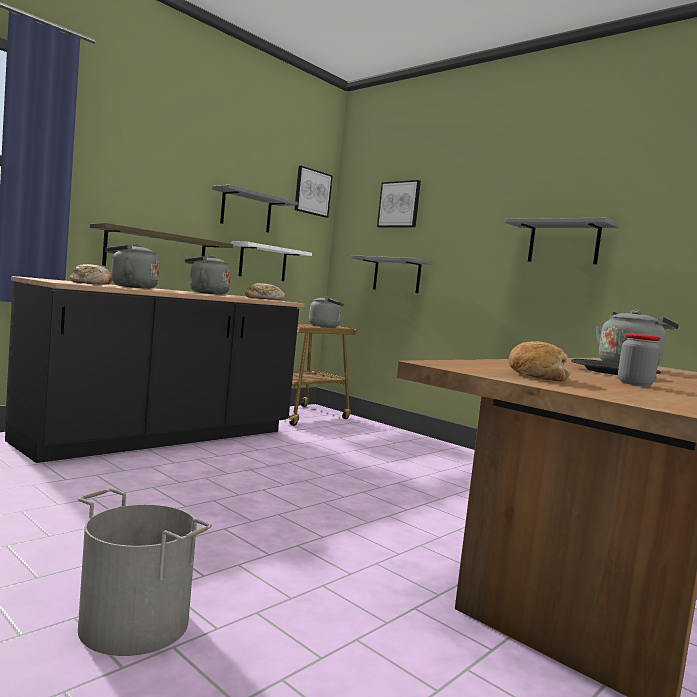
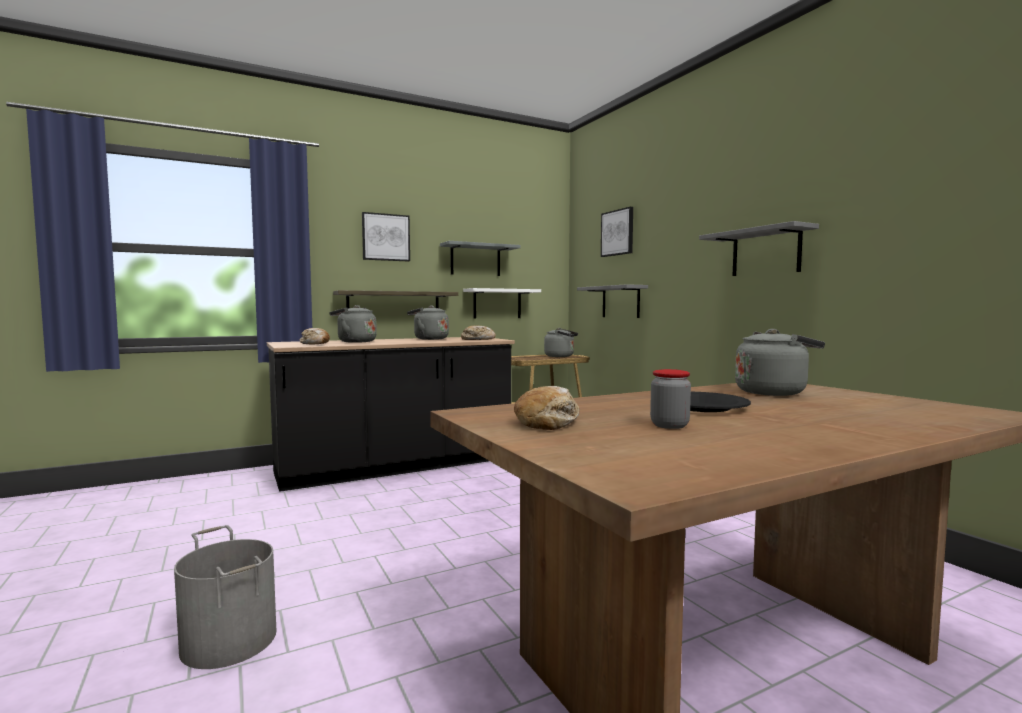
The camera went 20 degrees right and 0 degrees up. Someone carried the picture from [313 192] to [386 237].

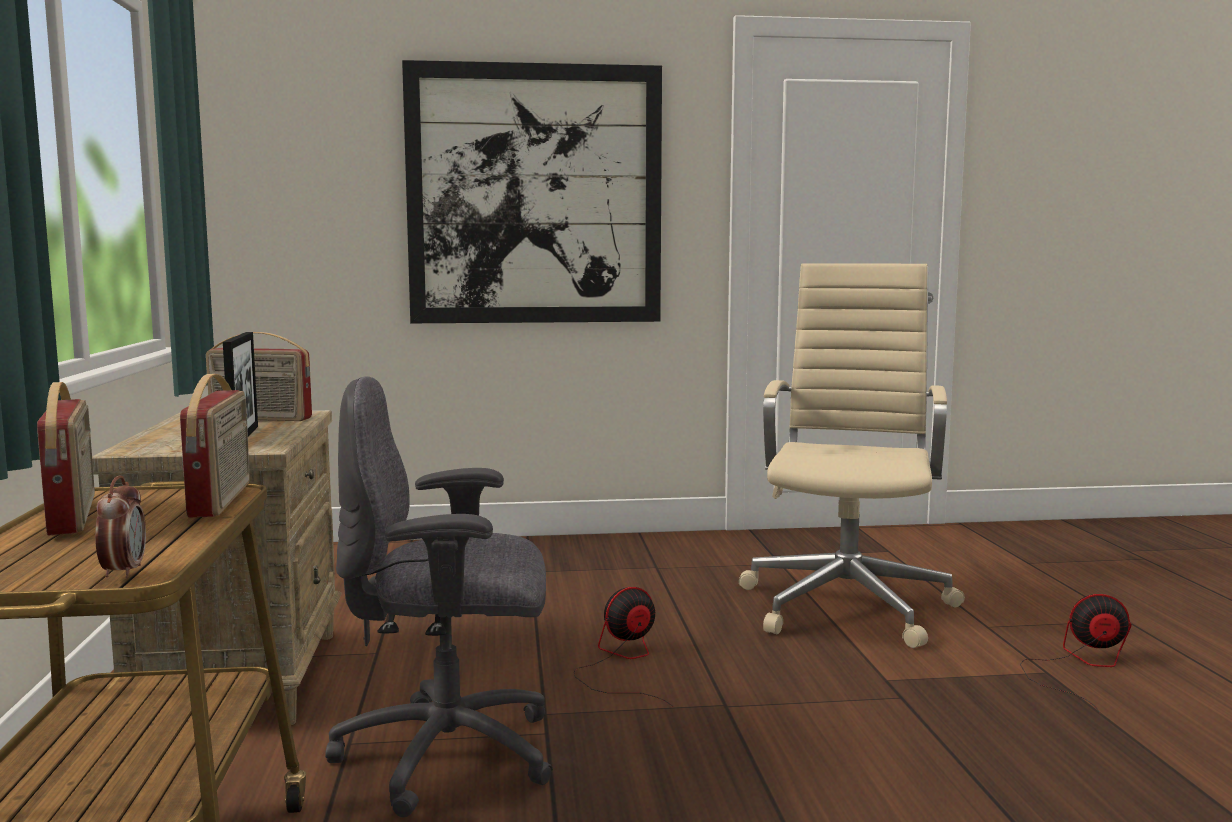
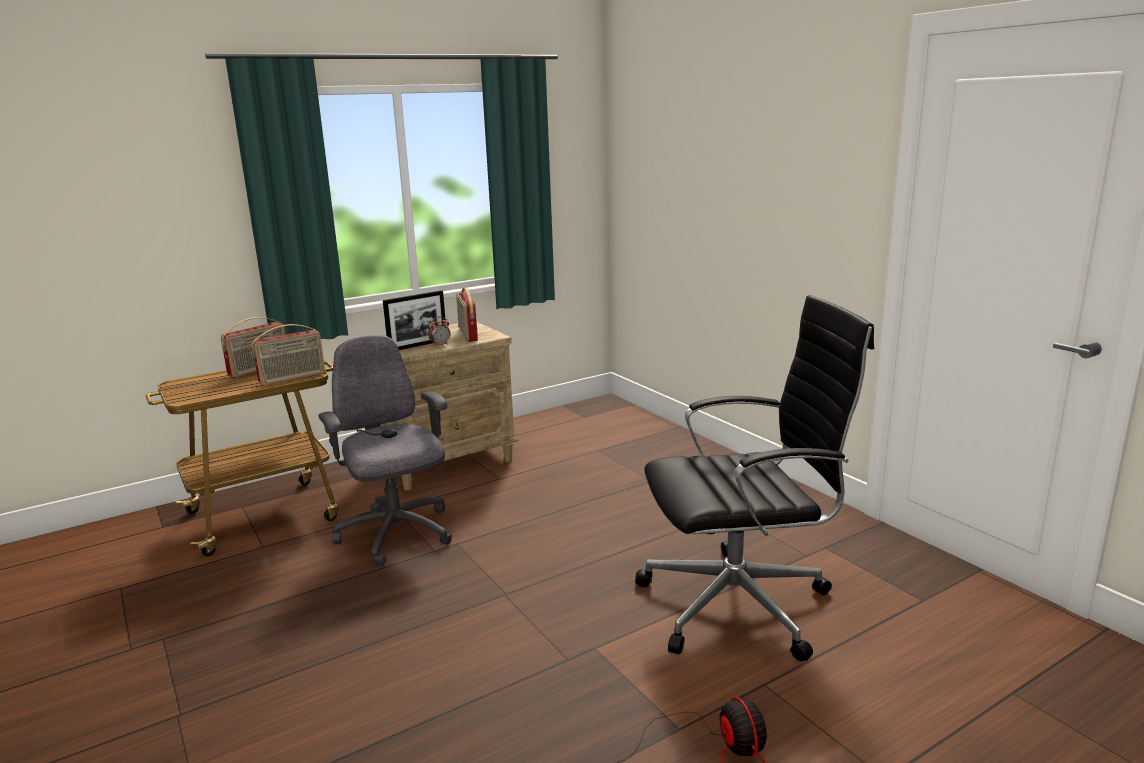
The camera went 65 degrees right and 10 degrees up. Someone took away the picture at [532 191]. Someone repainted the beige office chair at [852 455], which became the black-coloured office chair at [754 478]. Someone carried the table clock from [120 527] to [439 332]. Someone took away the electric fan at [624 647].

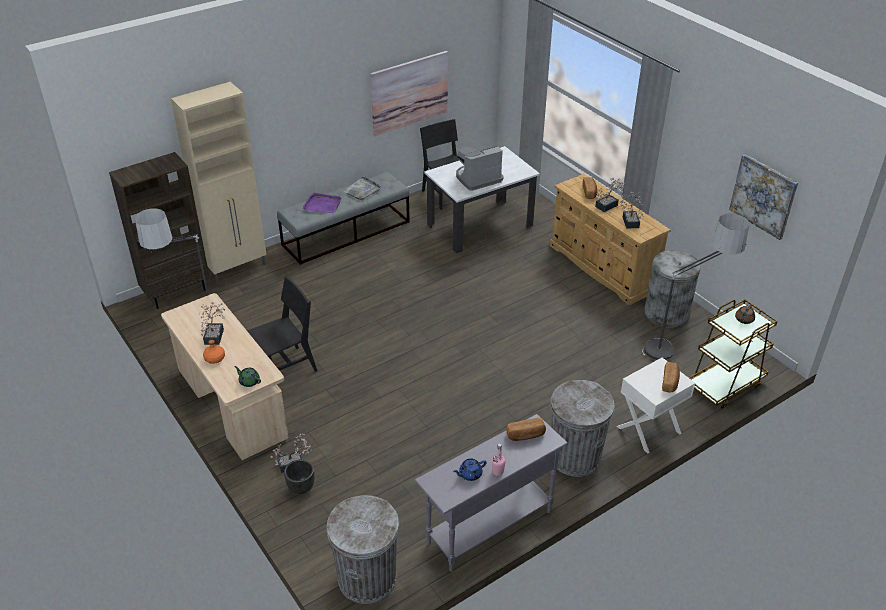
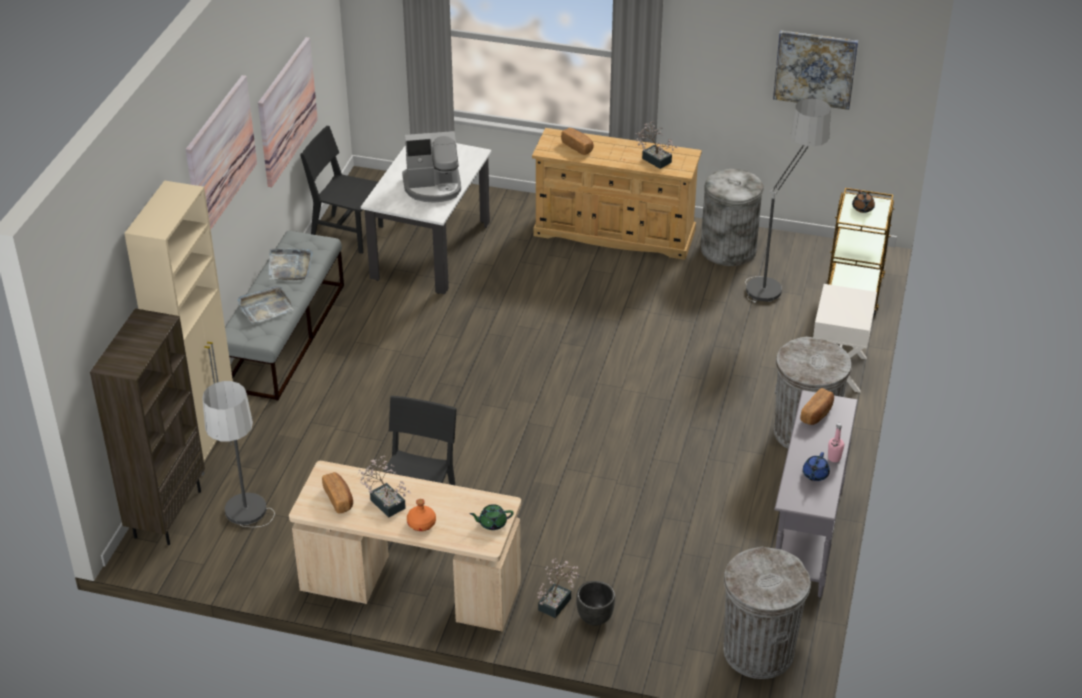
The camera went 40 degrees left and 0 degrees up. Someone rotated the coffee brewer at [480 168] by 120 degrees counterclockwise. Someone took away the houseplant at [610 195]. Someone repainted the purple-coloured serving tray at [322 203], which became the gray serving tray at [265 304]. Someone carried the bakery bread from [671 377] to [337 493]. Someone put up the picture at [221 152].

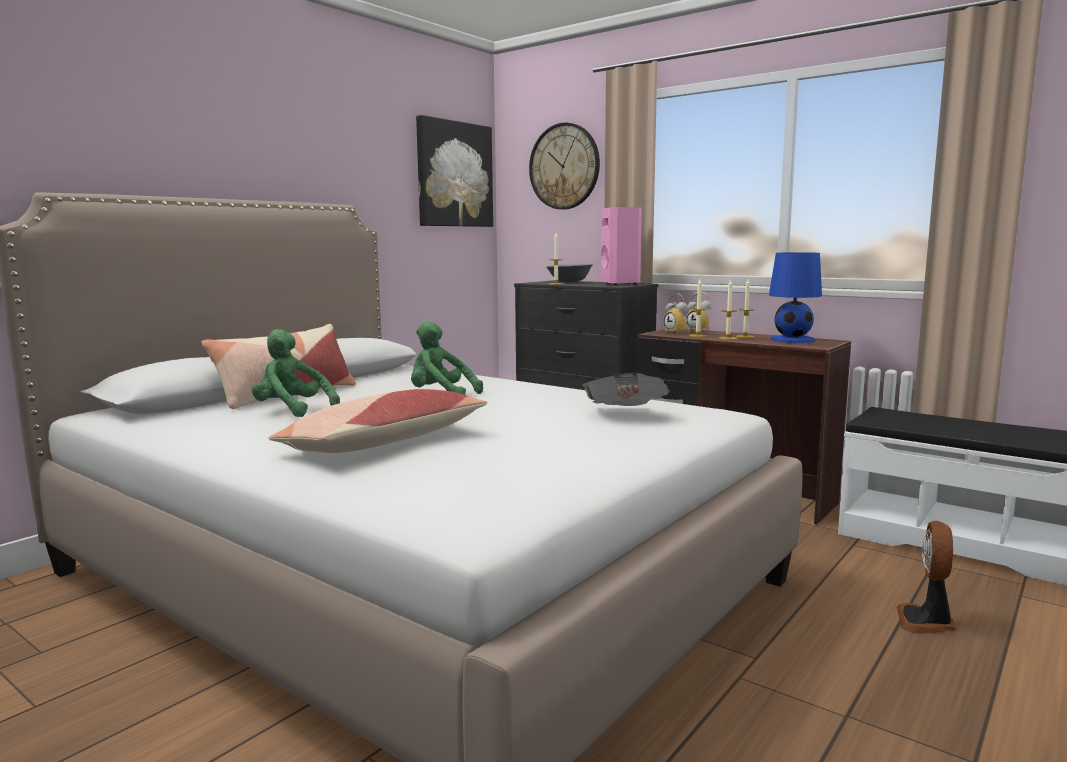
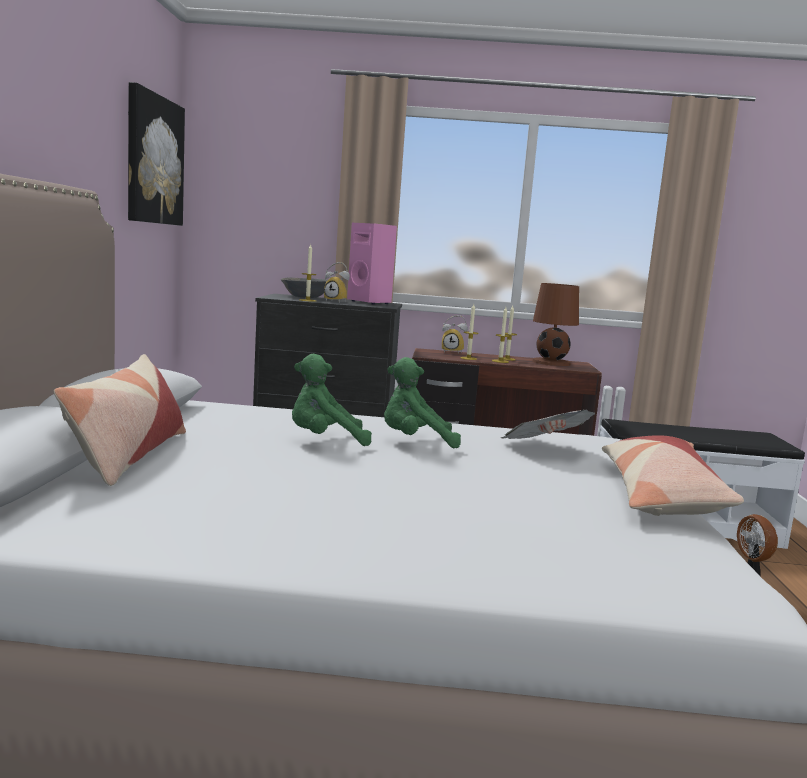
The camera went 35 degrees left and 0 degrees up. Someone took away the hanging clock at [564 166]. Someone repainted the blue tabletop lamp at [795 297], which became the brown tabletop lamp at [555 324]. Someone carried the table clock from [675 314] to [337 282]. Someone carried the green plush toy from [296 373] to [422 402]. Someone carried the pillow from [377 421] to [673 475].

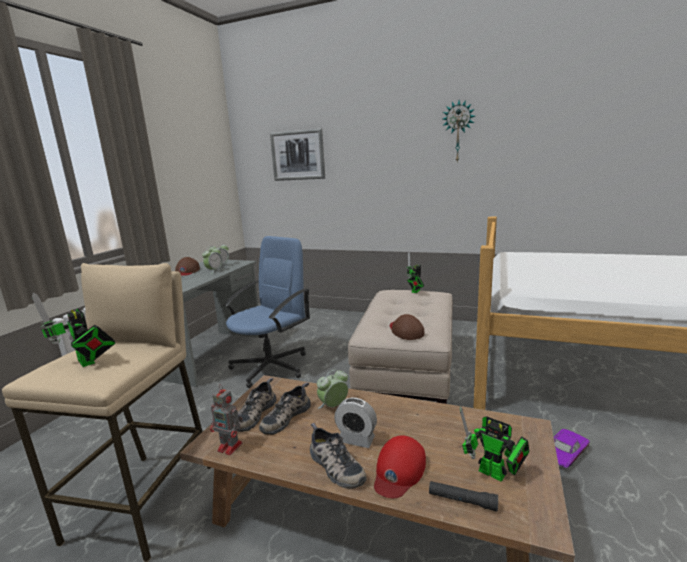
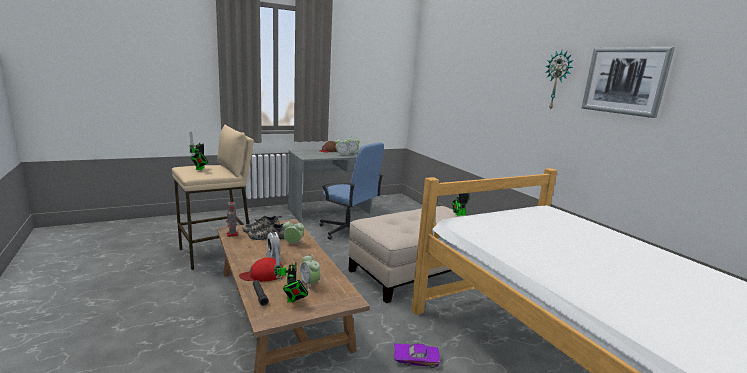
The camera went 40 degrees right and 0 degrees up. Someone carried the picture from [297 155] to [628 82]. Someone rotated the blue office chair at [266 312] by 45 degrees clockwise. Someone took away the brown cap at [407 327]. Someone took away the item of footwear at [338 456]. Someone put down the table clock at [310 272].

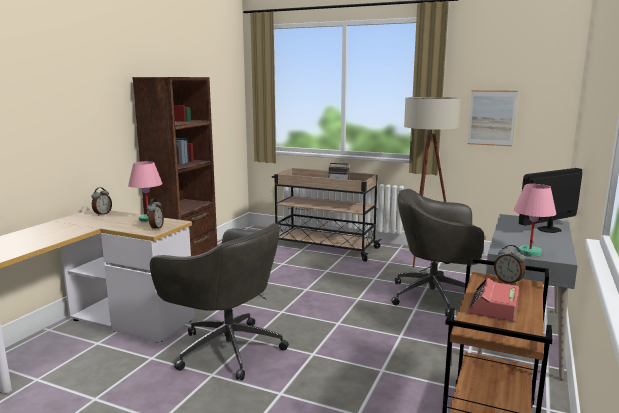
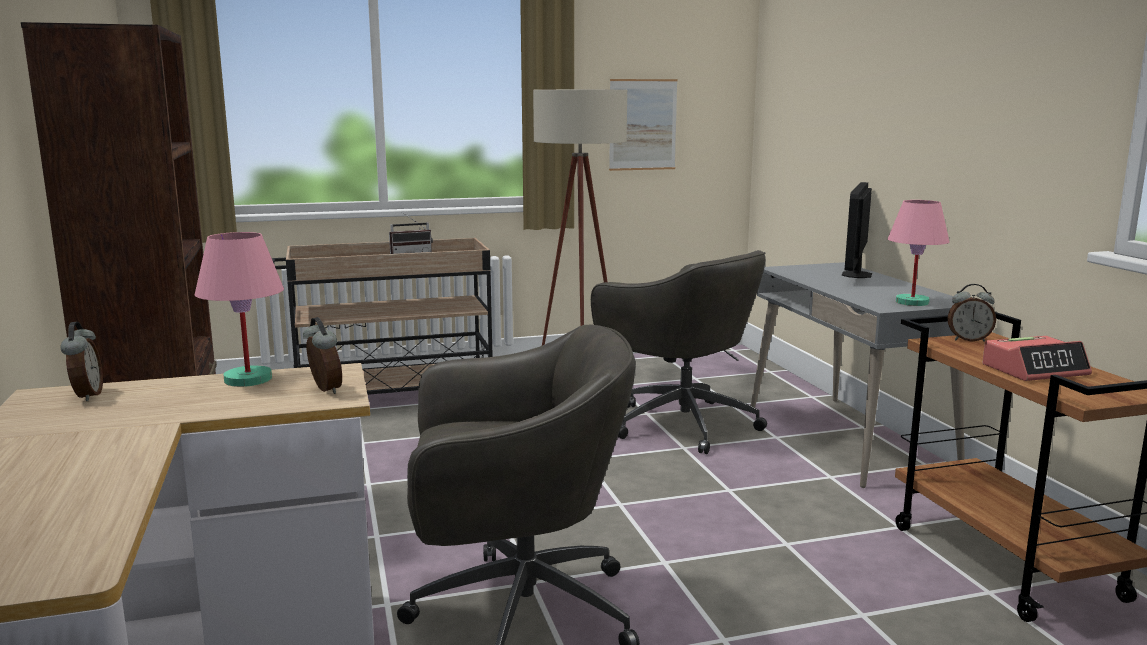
The camera went 40 degrees left and 0 degrees up. Someone rotated the gray office chair at [437 253] by 105 degrees counterclockwise. Someone rotated the table clock at [493 299] by 90 degrees counterclockwise.

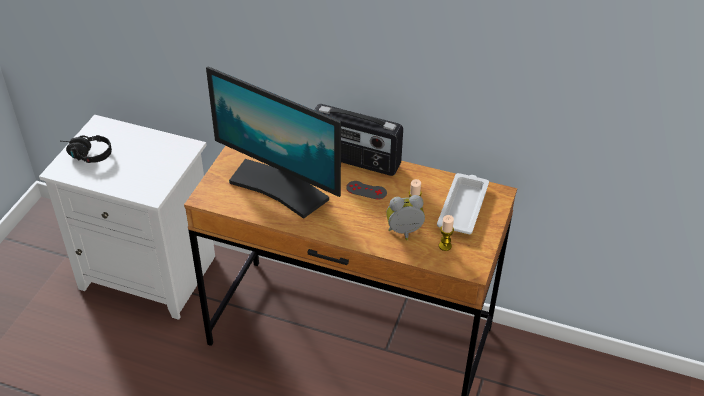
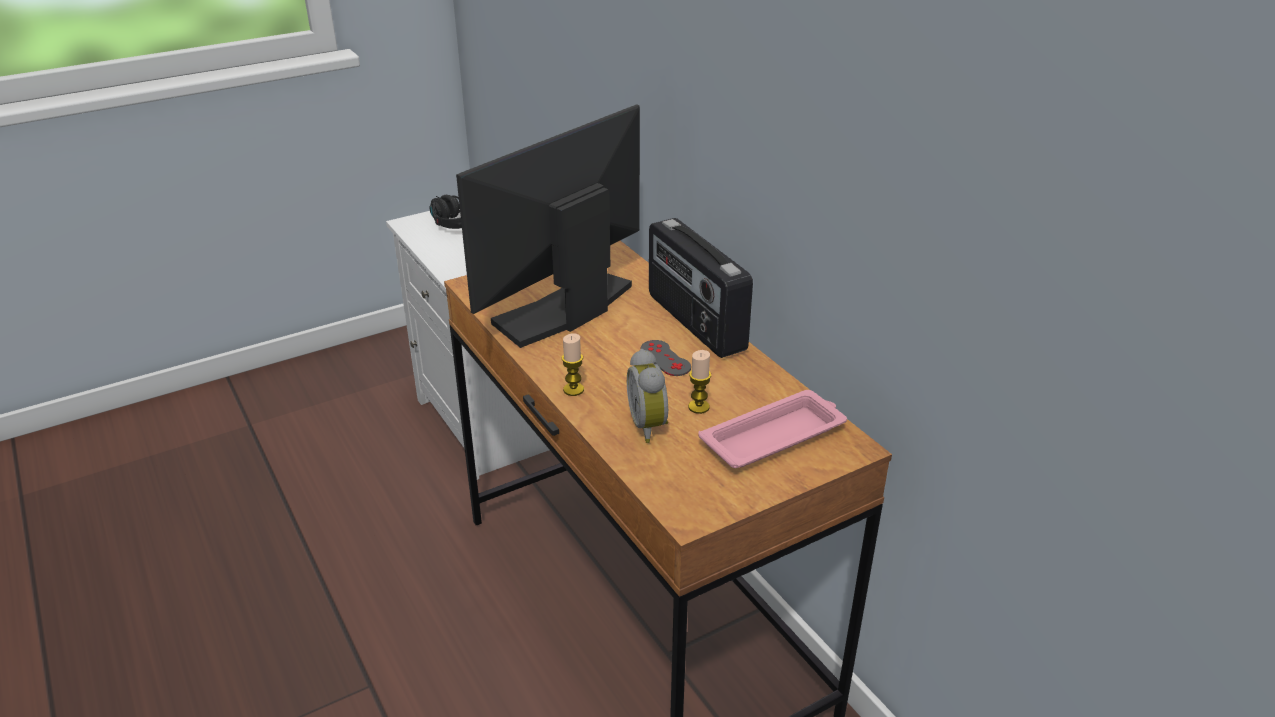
The camera went 40 degrees right and 10 degrees down. Someone rotated the computer display at [273 142] by 60 degrees clockwise. Someone repainted the white serving tray at [463 203], which became the pink serving tray at [772 429]. Someone rotated the table clock at [405 217] by 135 degrees counterclockwise. Someone carried the wax light from [446 233] to [573 364].

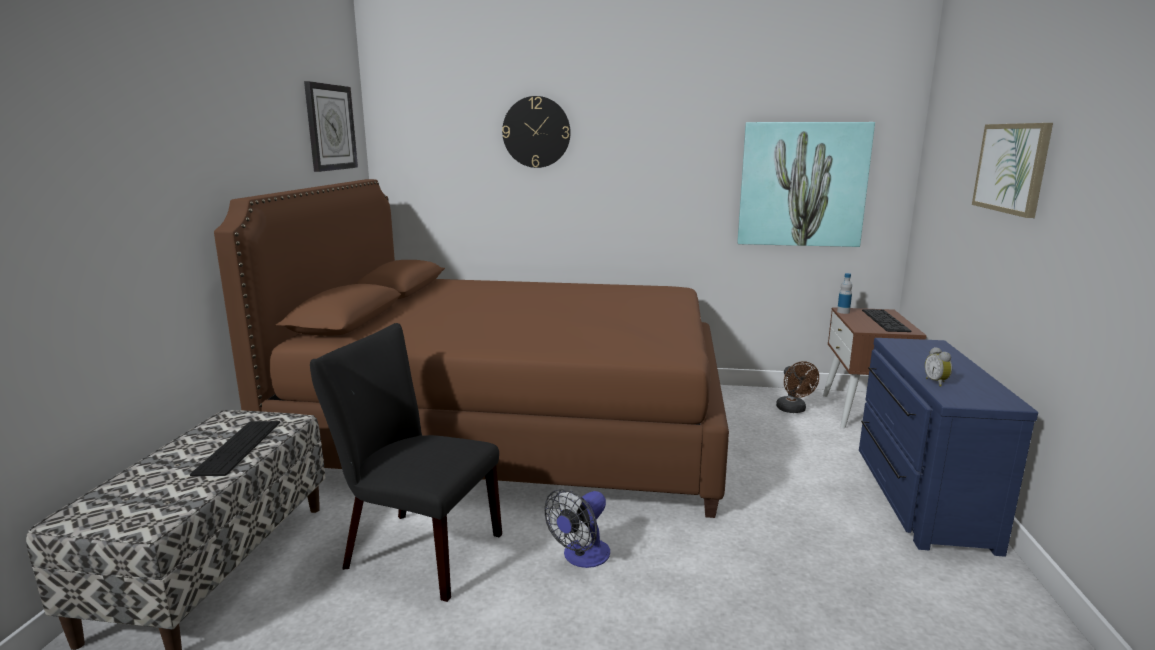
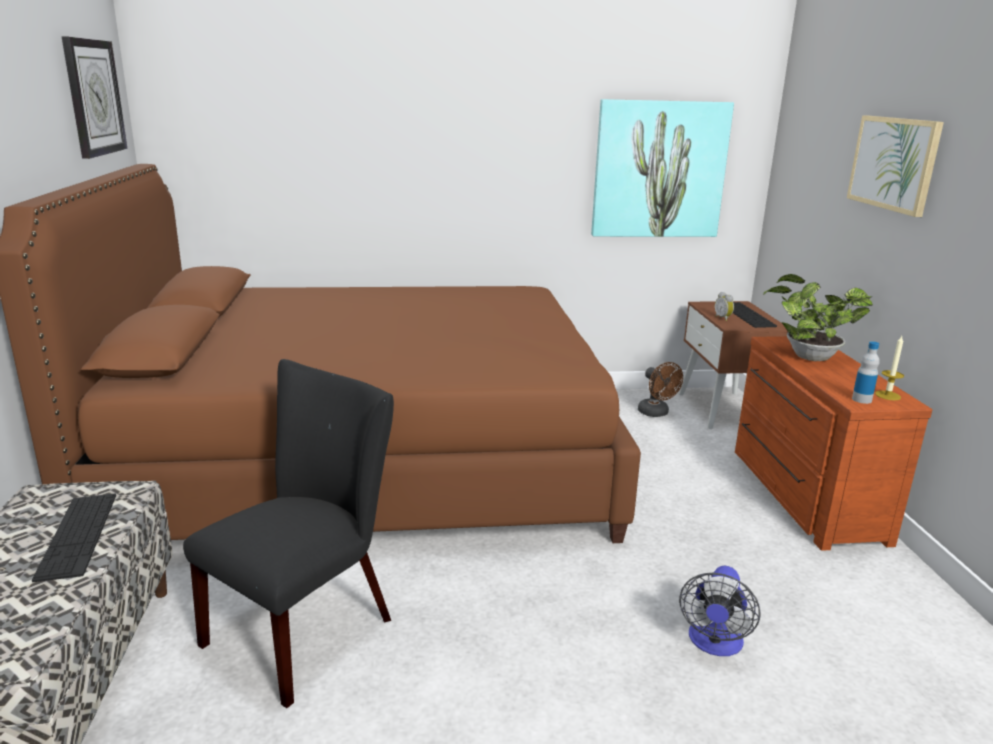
The camera went 15 degrees left and 5 degrees up. Someone took away the hanging clock at [536 132]. Someone carried the drink bottle from [844 293] to [866 372]. Someone rotated the black-coloured chair at [406 462] by 120 degrees clockwise. Someone repainted the blue dresser at [948 447], which became the brown dresser at [833 443]. Someone carried the table clock from [938 367] to [724 306]. Someone carried the electric fan from [577 528] to [720 611]. Someone put down the houseplant at [818 317]. Someone put down the wax light at [889 368].

